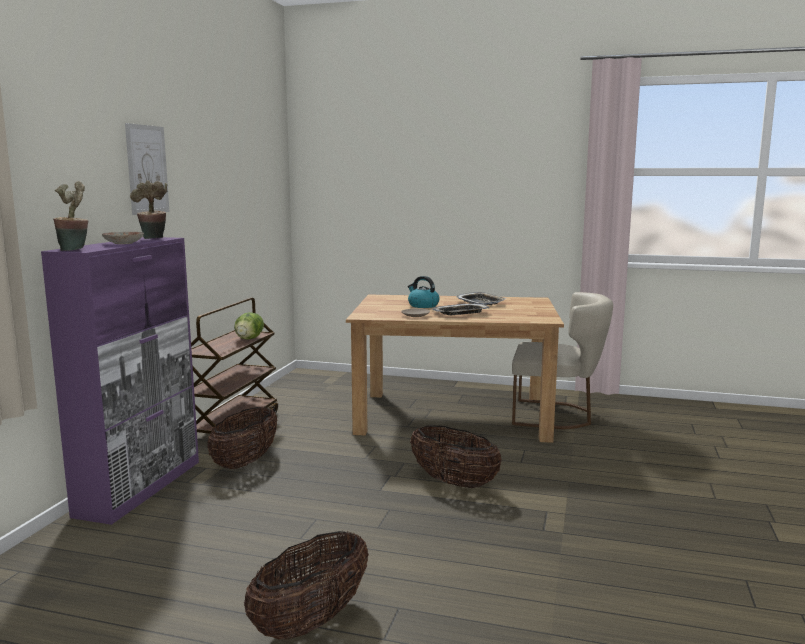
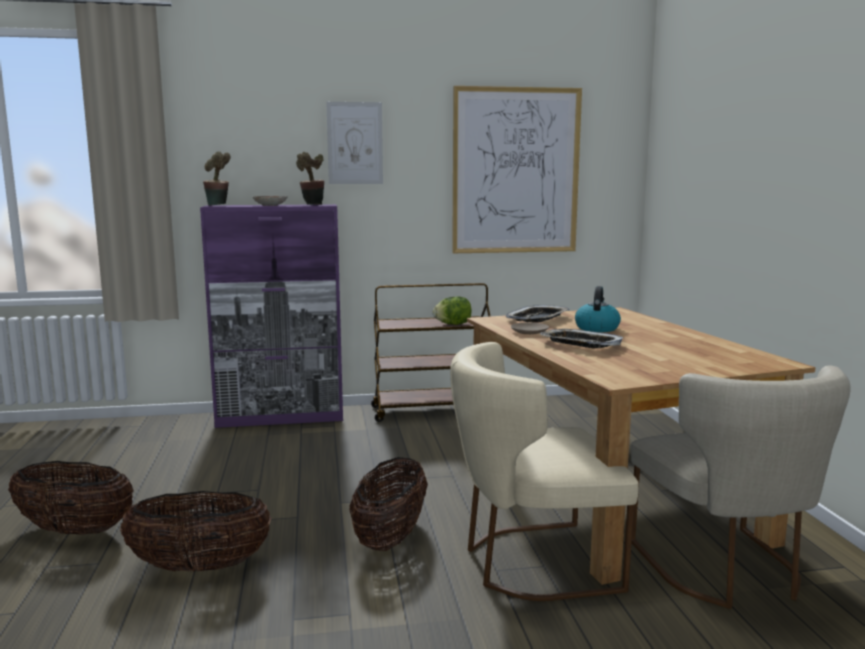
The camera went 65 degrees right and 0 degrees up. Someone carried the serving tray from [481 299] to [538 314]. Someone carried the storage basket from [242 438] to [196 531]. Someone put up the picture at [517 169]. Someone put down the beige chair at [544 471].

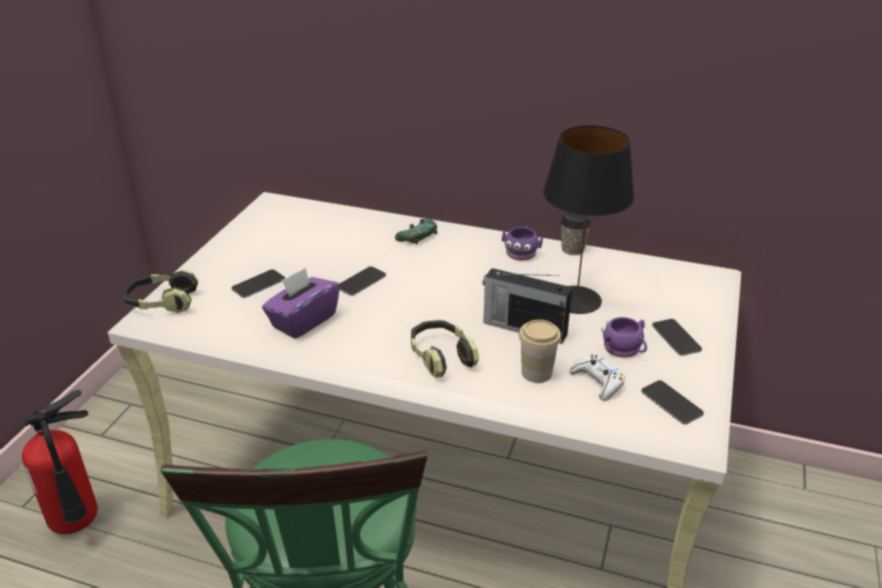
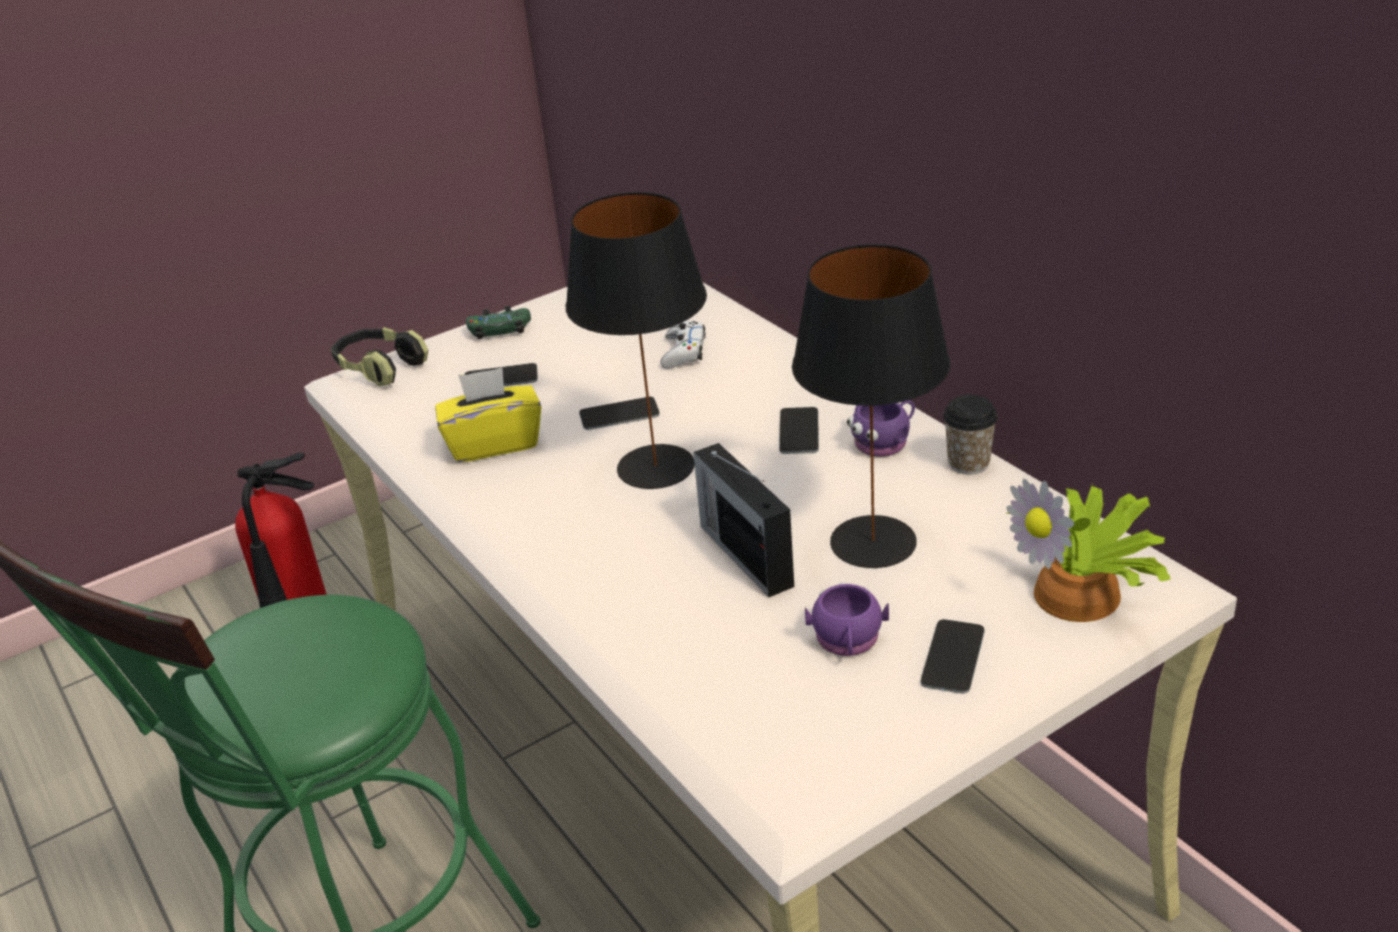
The camera went 40 degrees right and 0 degrees up. Someone carried the green joypad from [416 231] to [498 322]. Someone repainted the purple-coloured box of tissues at [301 303], which became the yellow-coloured box of tissues at [488 415]. Someone took away the headset at [445 349]. Someone took away the drinking cup at [540 351]. Someone carried the white joypad from [597 377] to [682 345]. Someone carried the telephone from [672 402] to [799 430]. Someone put down the black-coloured tabletop lamp at [636 340]. Someone put down the houseplant at [1088 550].

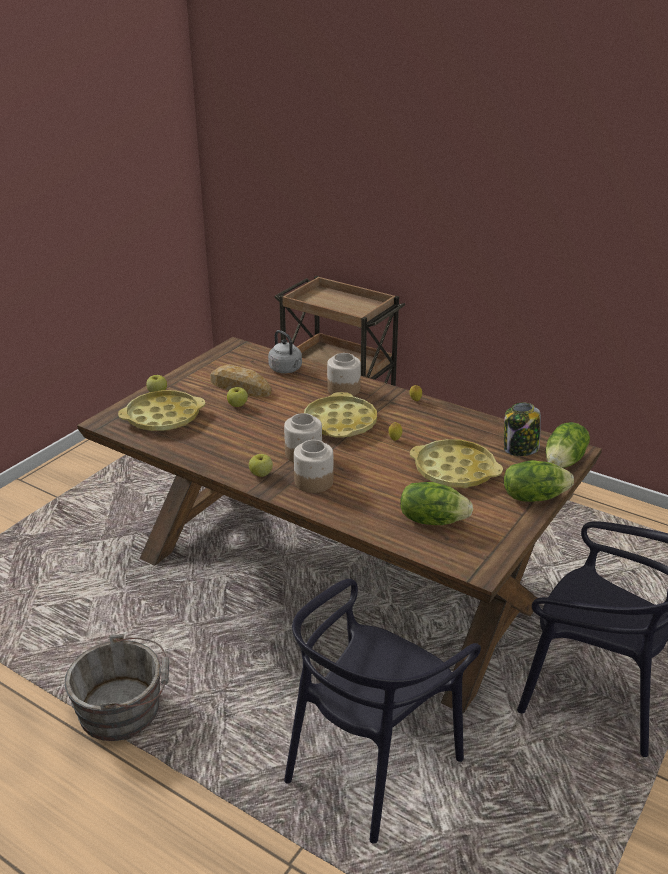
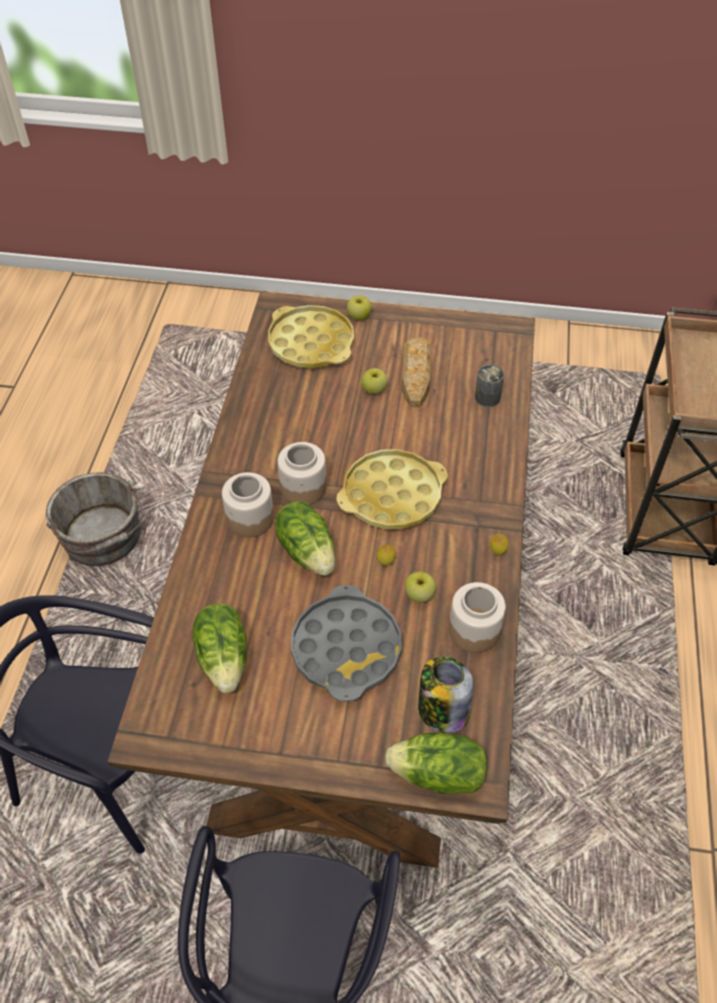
The camera went 65 degrees right and 20 degrees up. Someone swapped the gray kettle at [285 351] for the can at [489 386]. Someone carried the storage jar from [344 374] to [477 617]. Someone repainted the yellow-coloured serving tray at [456 463], which became the gray serving tray at [346 643]. Someone carried the apple from [261 465] to [420 587]. Someone carried the lettuce head from [539 481] to [305 538].

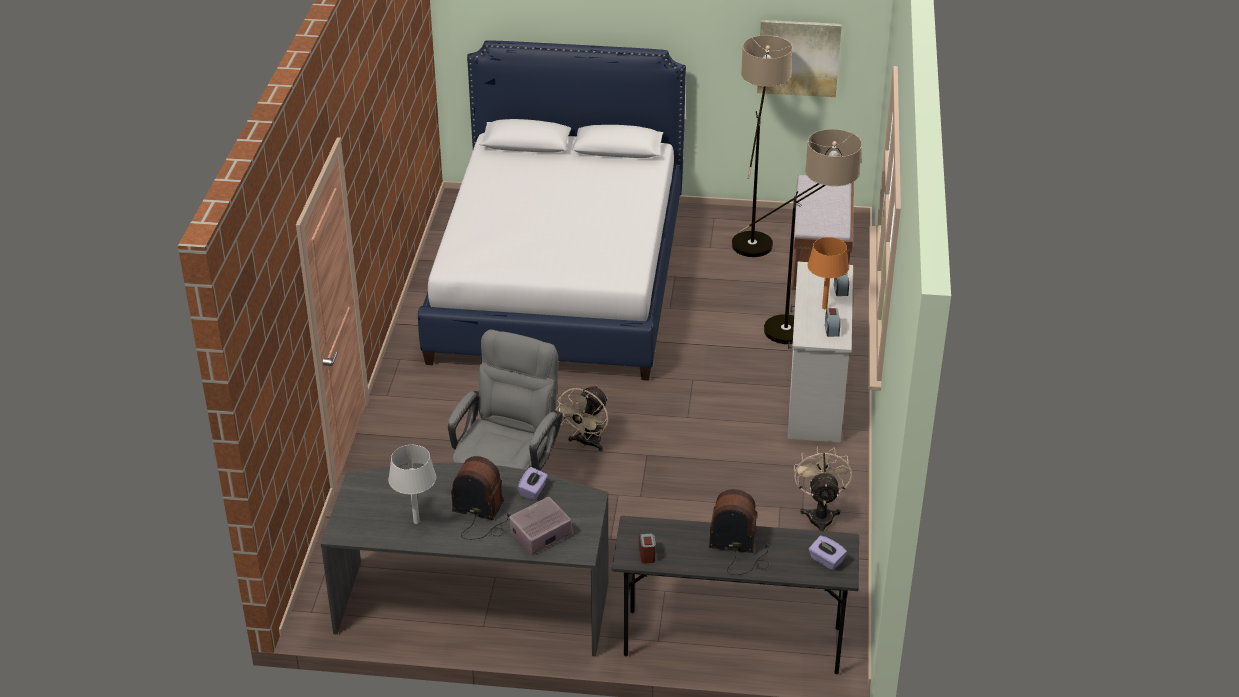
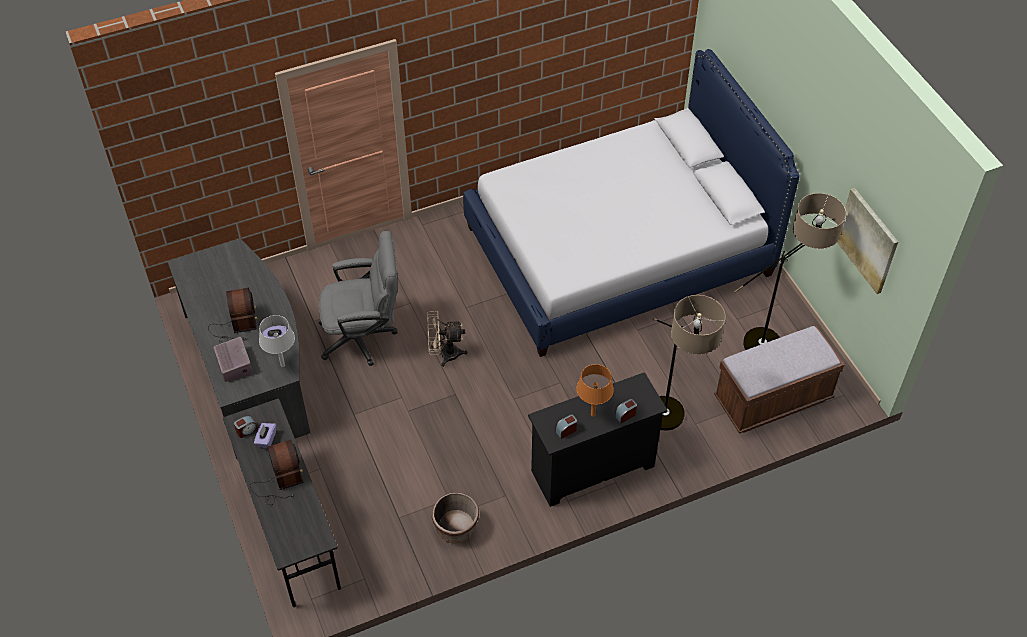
The camera went 60 degrees right and 15 degrees up. Someone repainted the white dresser at [820 352], which became the black-coloured dresser at [598 439]. Someone carried the gray tabletop lamp from [412 484] to [277 341]. Someone swapped the beige electric fan at [823 488] for the brown flower pot at [455 517]. Someone rotated the radio receiver at [540 526] by 45 degrees clockwise. Someone carried the purple-coloured box of tissues from [828 553] to [265 436].

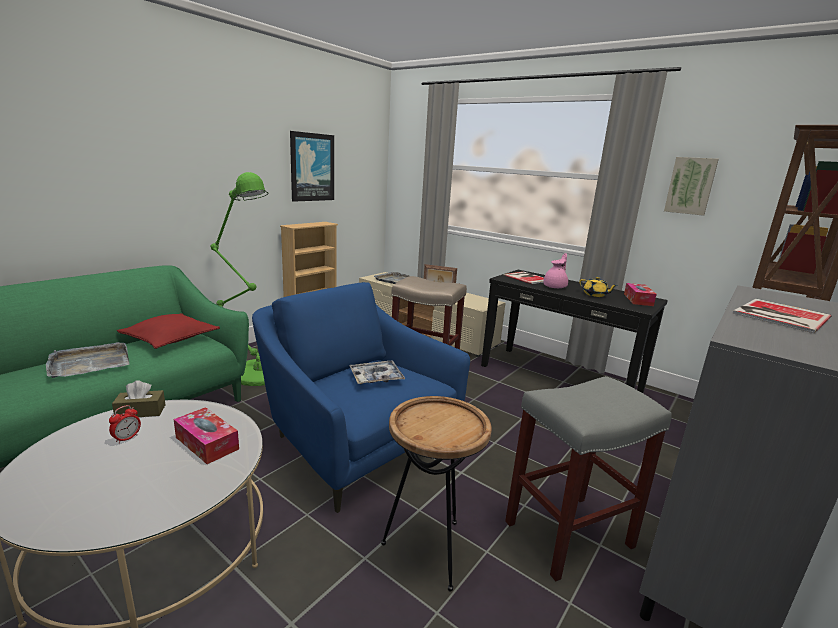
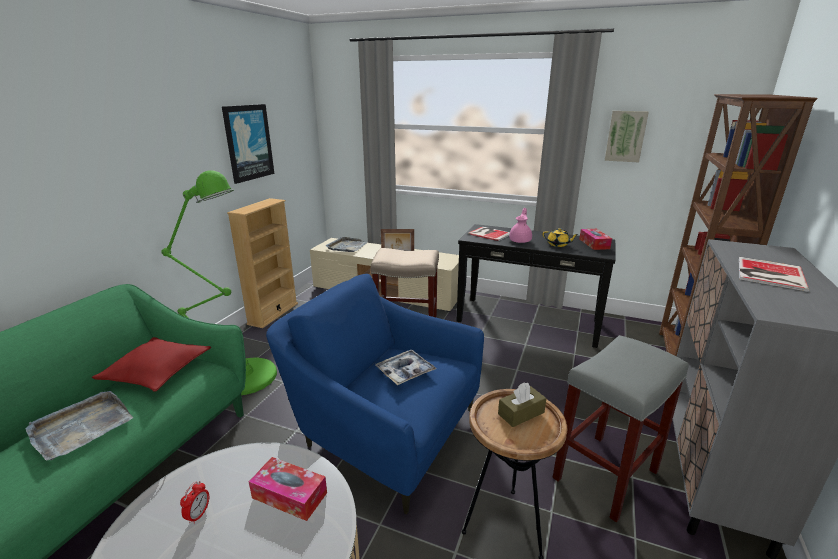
The camera went 15 degrees left and 5 degrees up. Someone carried the brown box of tissues from [138 398] to [522 404].

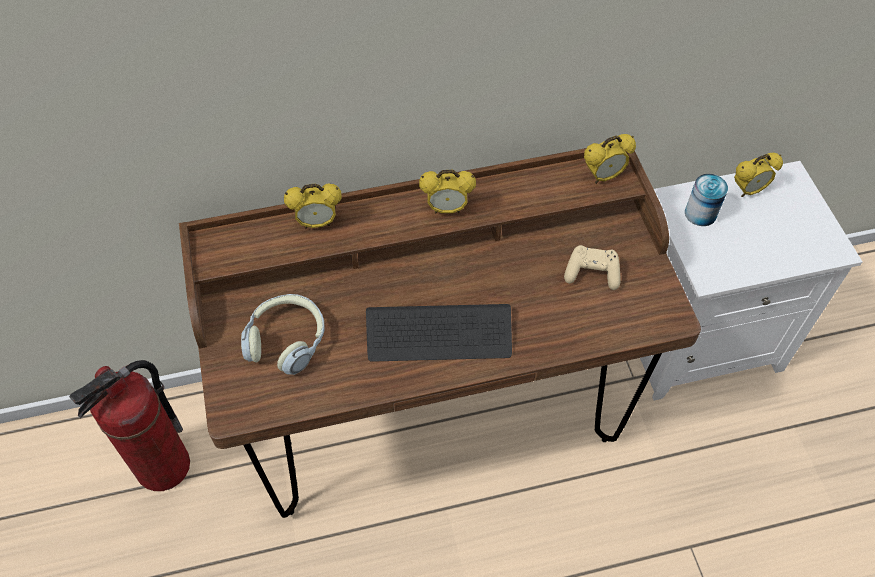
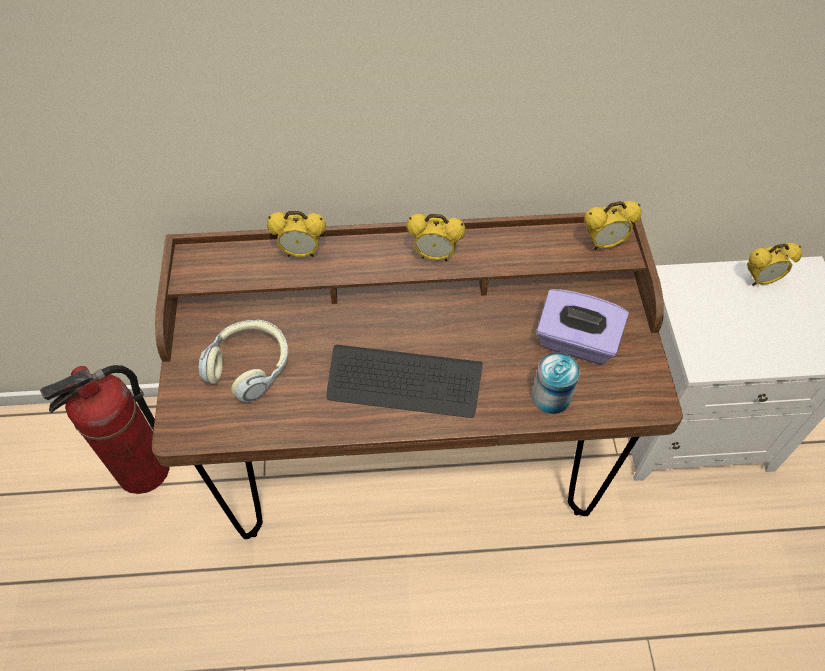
The camera went 10 degrees right and 0 degrees up. Someone carried the can from [706 200] to [556 383]. Someone swapped the beige joypad at [592 267] for the purple-coloured box of tissues at [583 326].

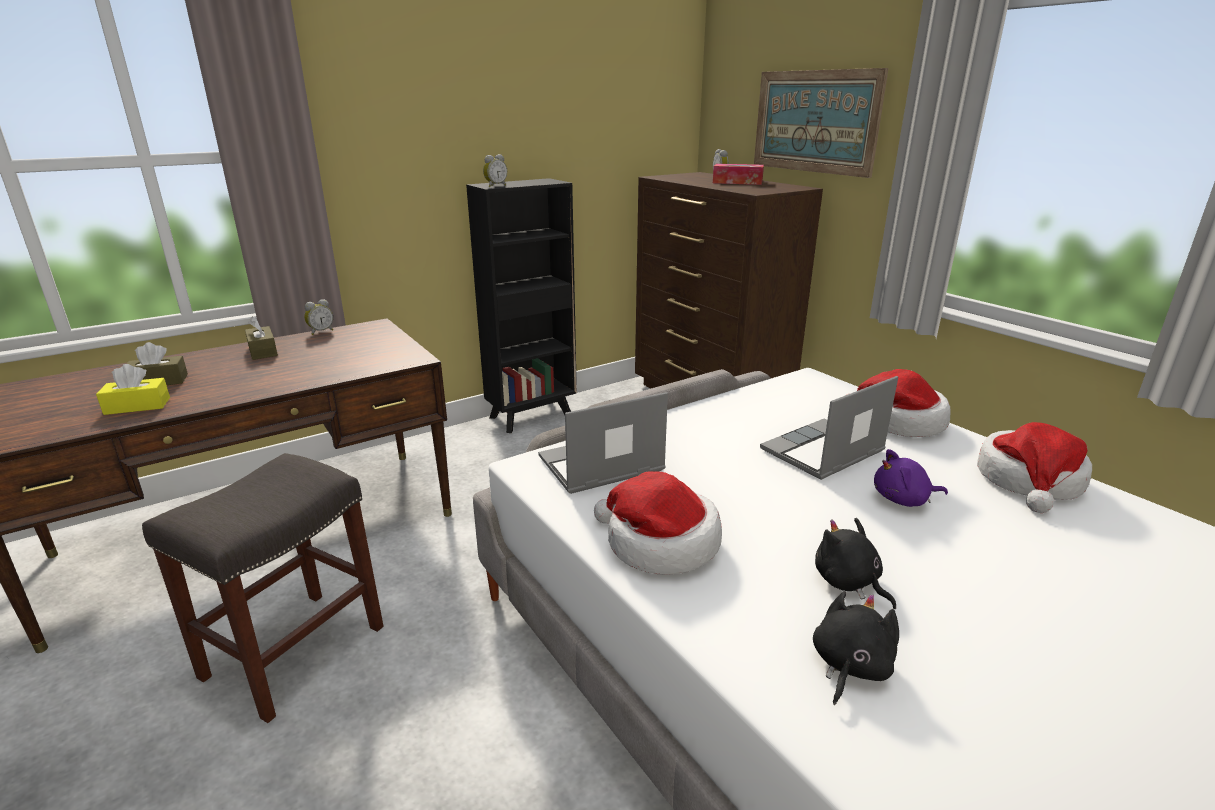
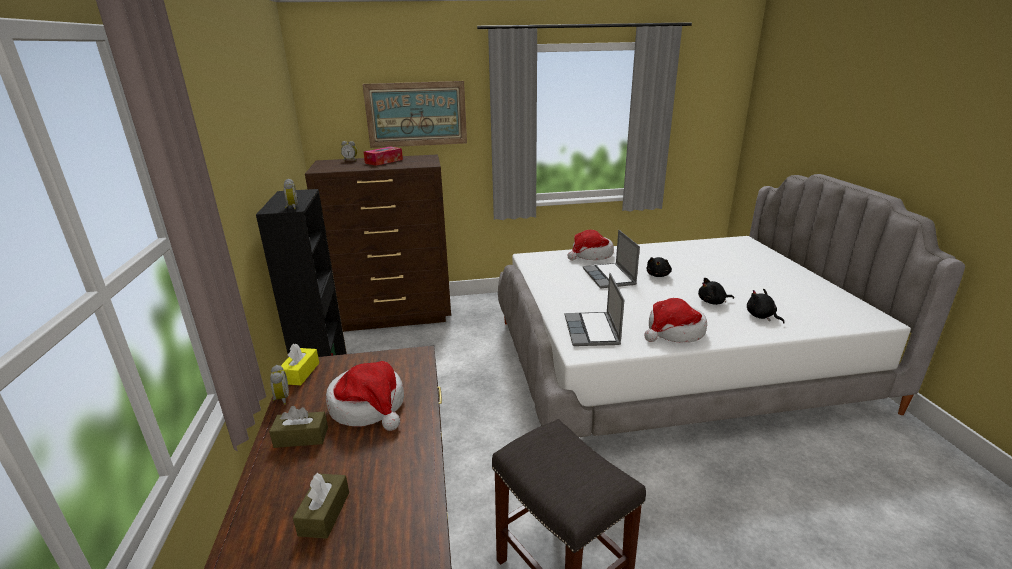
The camera went 65 degrees left and 0 degrees up. Someone carried the yellow-coloured box of tissues from [133 389] to [299 364]. Someone carried the hat from [1034 467] to [365 396]. Someone repainted the purple-coloured plush toy at [911 478], which became the black-coloured plush toy at [659 267].

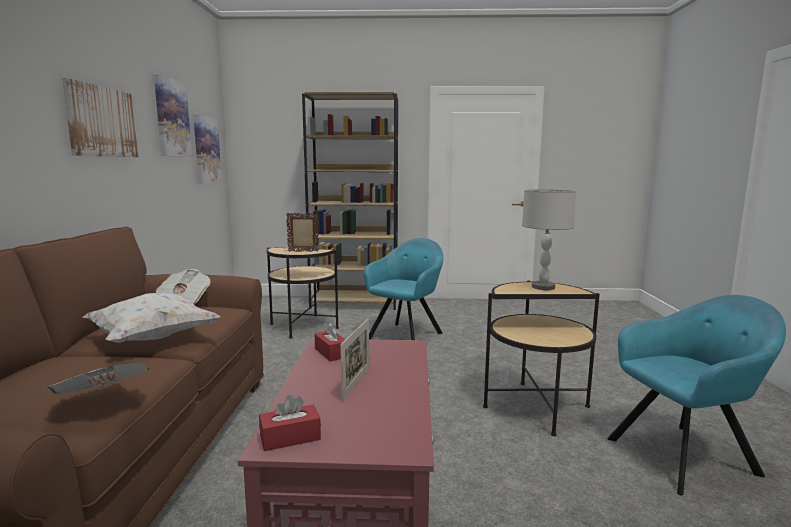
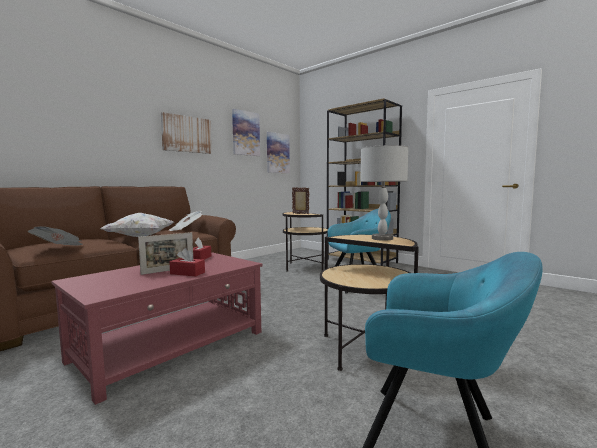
The camera went 40 degrees right and 5 degrees down. Someone carried the red box of tissues from [290 423] to [187 262].

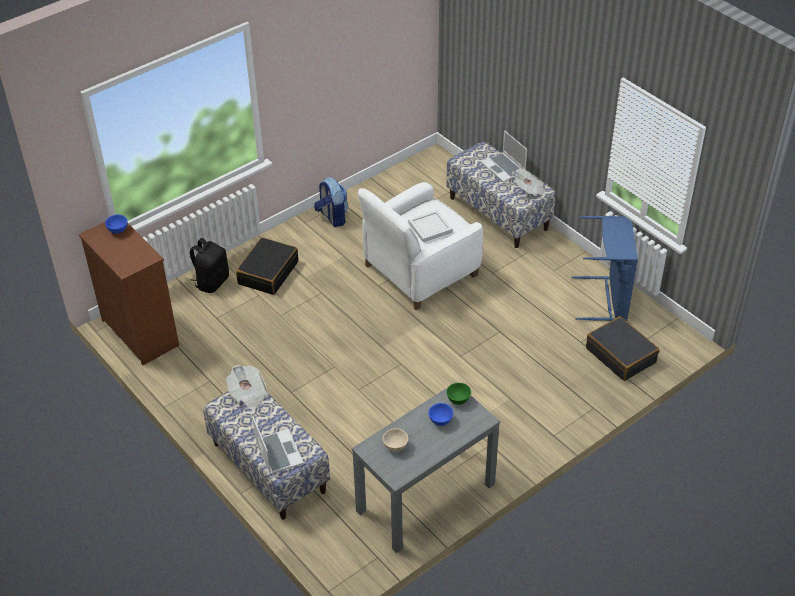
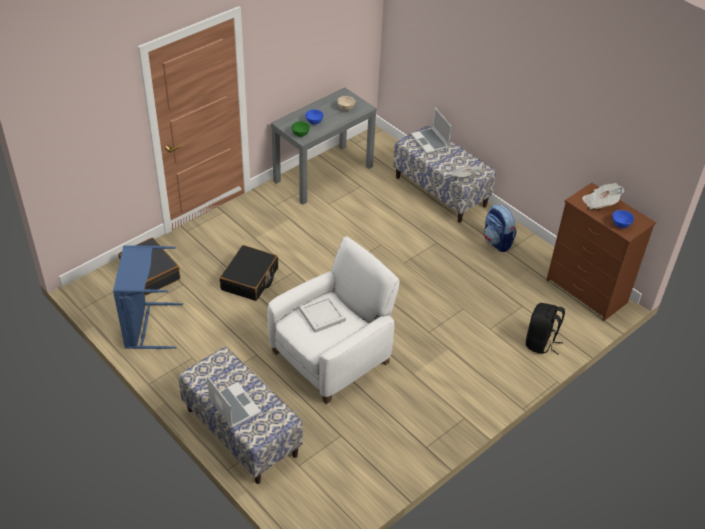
The camera went 175 degrees right and 0 degrees up. Someone carried the daily paper from [529 182] to [603 196]. Someone carried the knapsack from [331 202] to [500 228]. Someone carried the black-coloured piece of luggage from [267 266] to [249 273].

